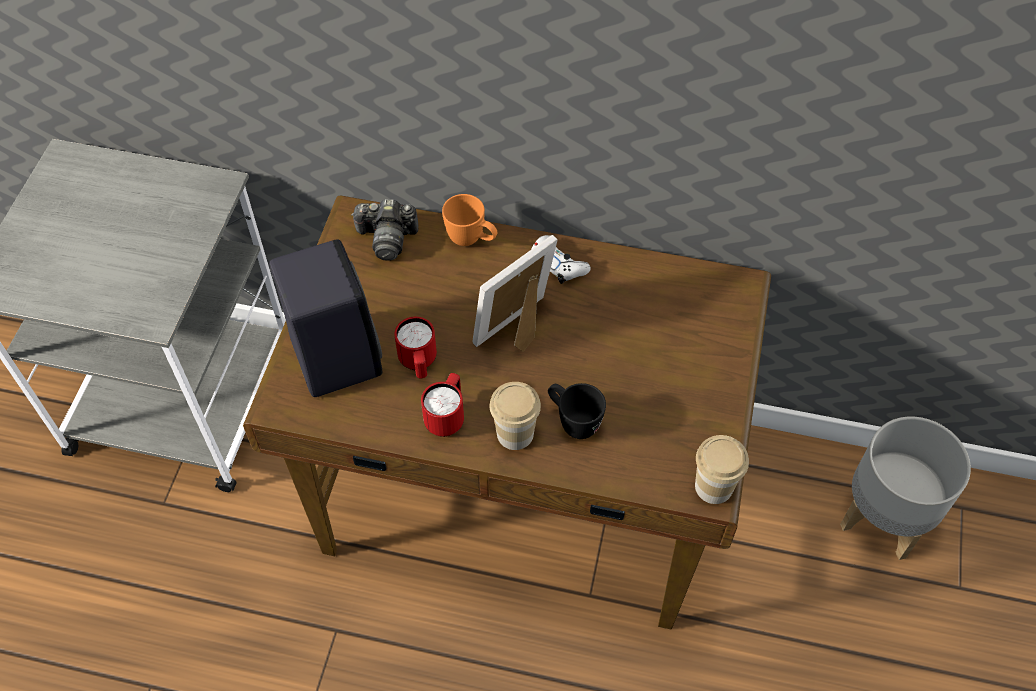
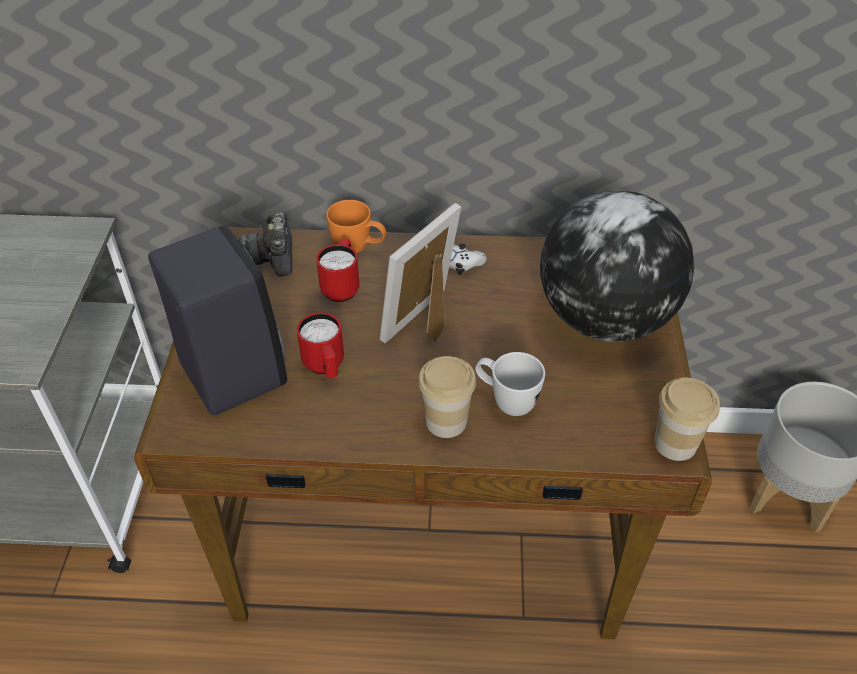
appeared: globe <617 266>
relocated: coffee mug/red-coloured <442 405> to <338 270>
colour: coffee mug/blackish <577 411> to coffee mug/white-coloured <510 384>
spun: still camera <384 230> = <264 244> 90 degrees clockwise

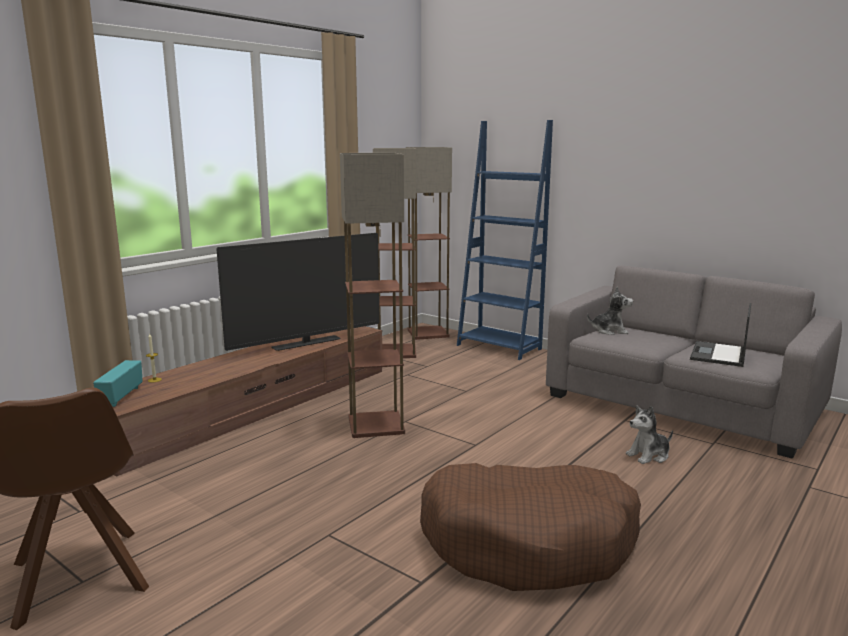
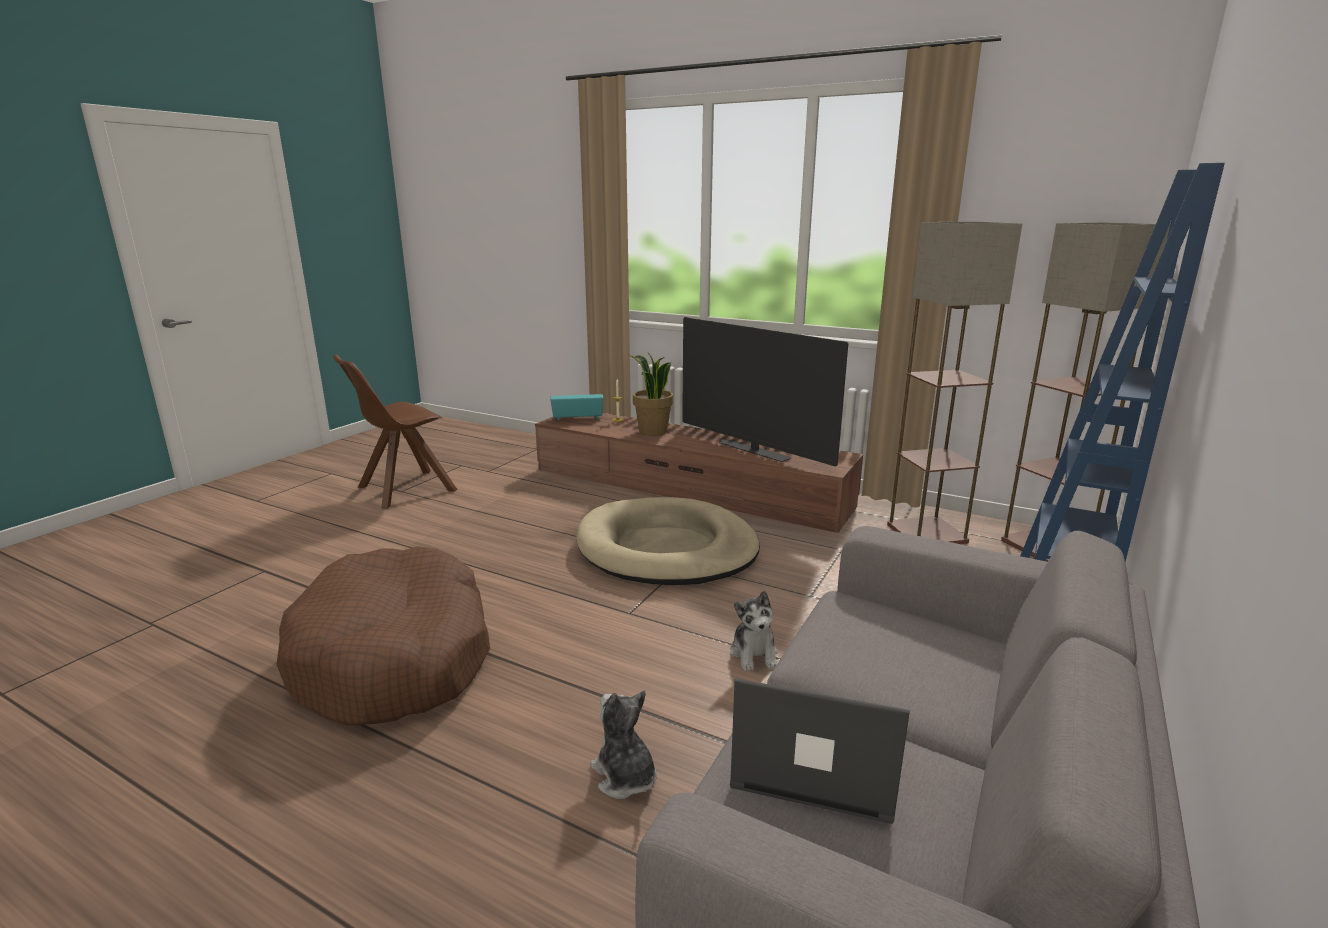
appeared: potted plant <650 394>
relocated: plush toy <610 311> to <754 631>
exchanged: standard lamp <372 295> to pet bed/beige <668 541>

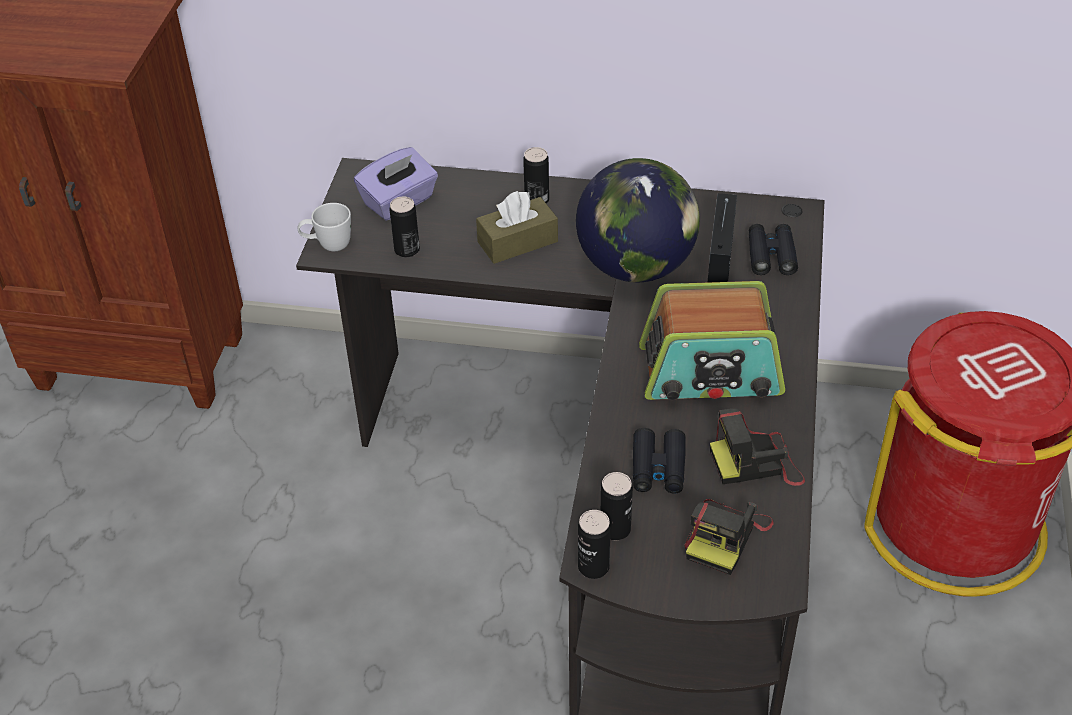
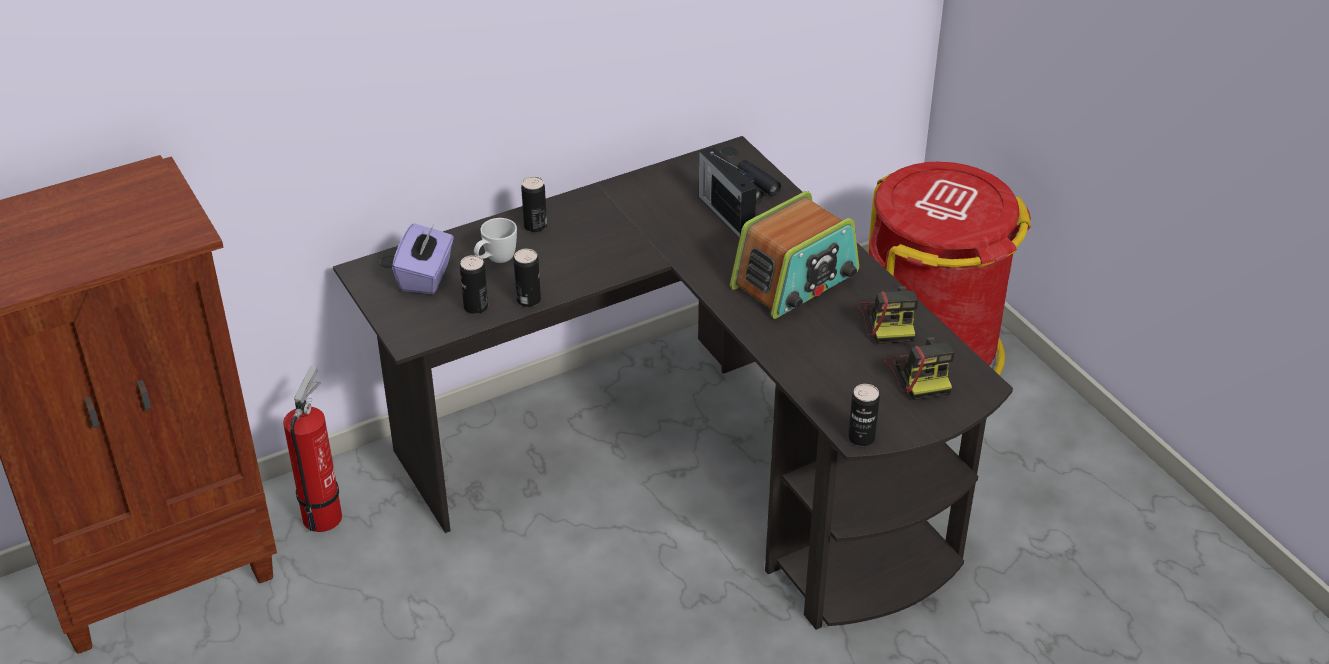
missing: globe <638 220>; tissue box/brown <517 227>; binoculars/blackish <659 461>
appeared: extinguisher <312 449>
relocated: coffee mug/white-coloured <324 227> to <495 240>; can <616 506> to <527 278>
spun: still camera <757 447> = <887 315> 45 degrees counterclockwise

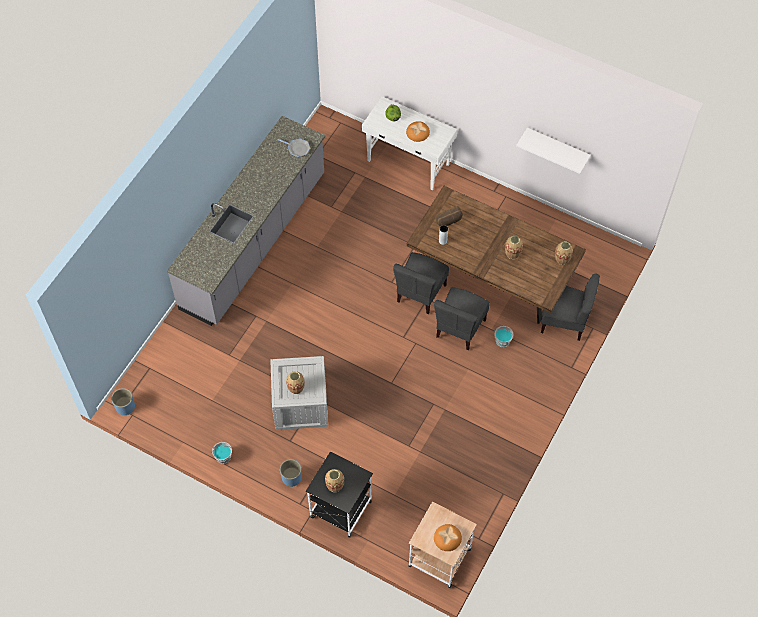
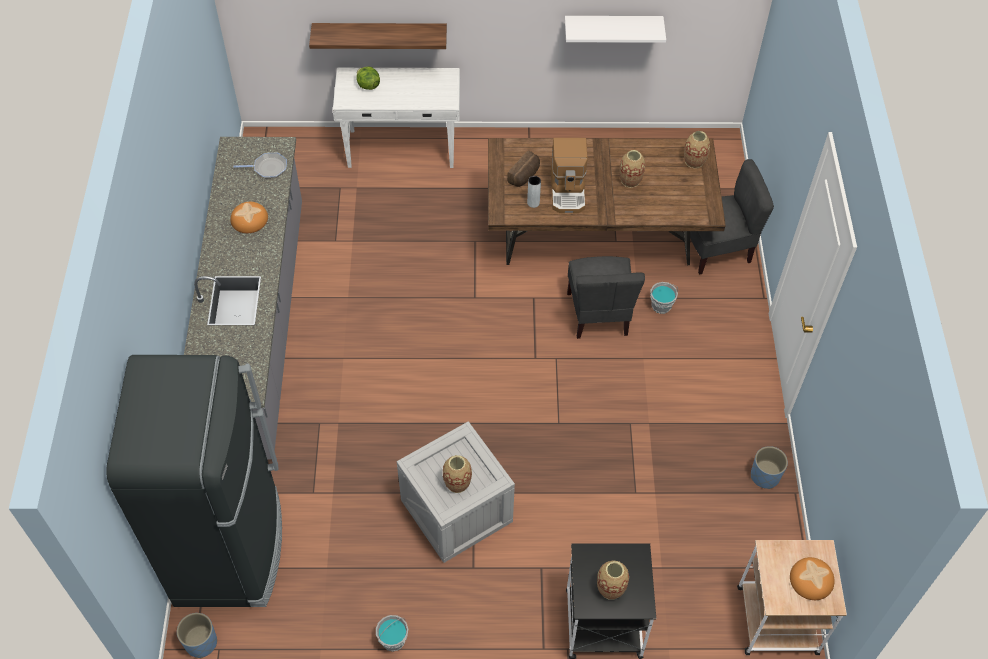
missing: chair/greyish <421 283>
appeared: wall shelf <378 36>; coffee machine <569 175>; refrigerator/blackish <194 481>
relocated: baked bread <418 131> to <249 217>; planter/blue <291 473> to <769 467>

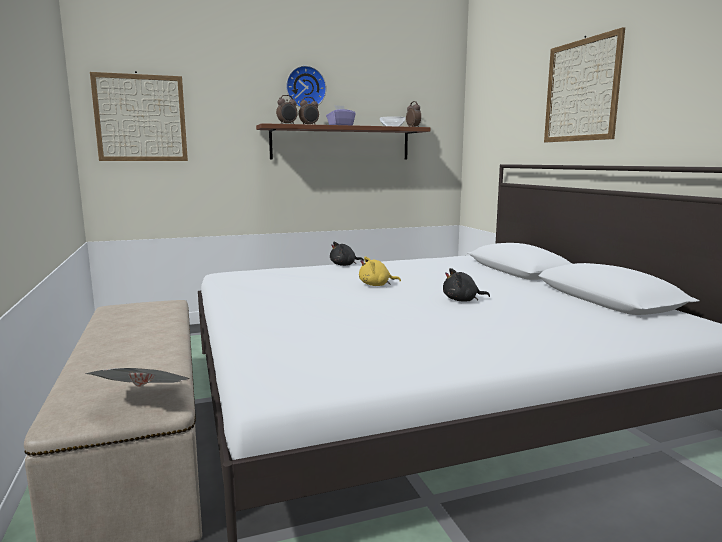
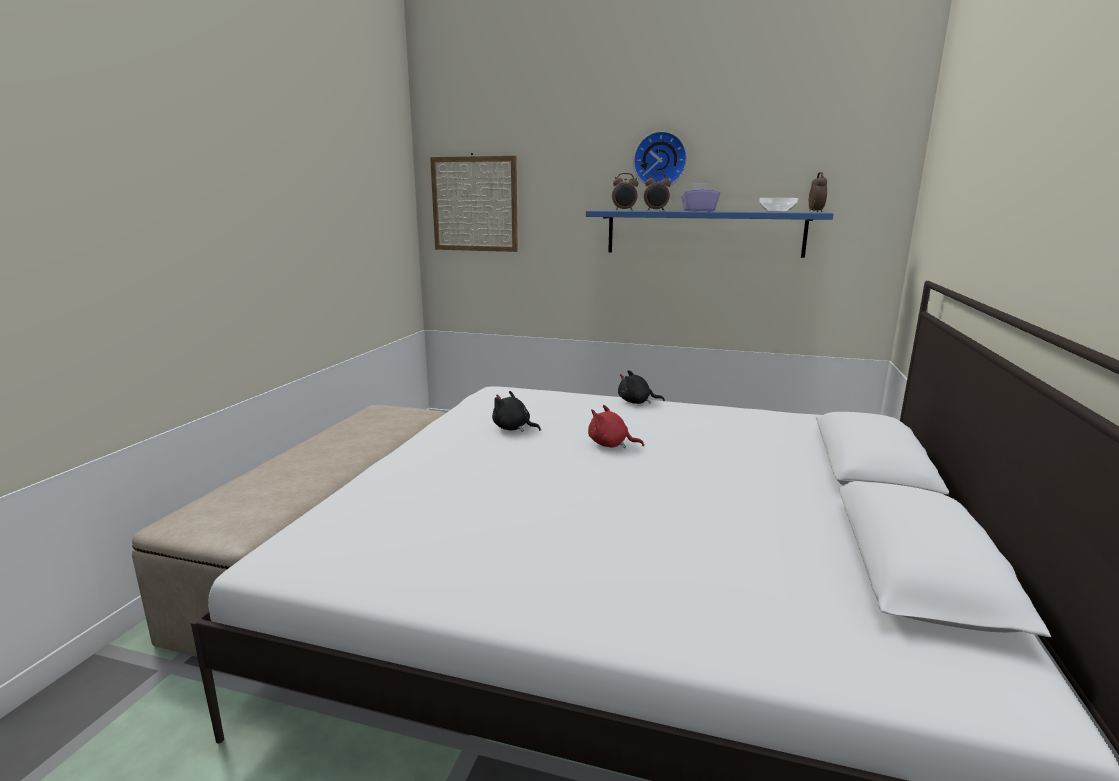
missing: picture <584 84>; printed paper <136 377>
relocated: plush toy/blackish <466 285> to <516 411>
colour: wall shelf/brown <343 141> to wall shelf/blue <710 234>; plush toy/yellow <380 271> to plush toy/red-coloured <616 426>

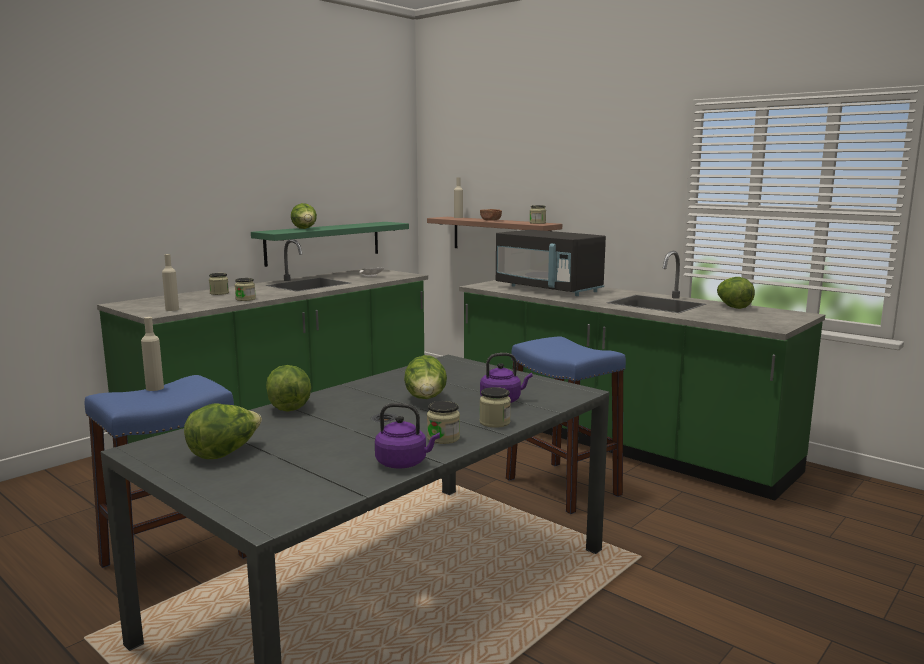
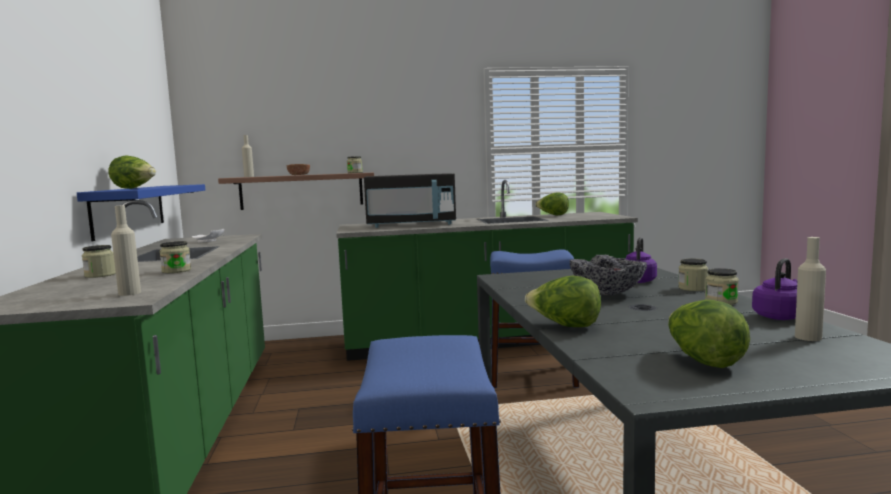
relocated: beverage bottle/beige <152 354> to <810 289>
exchanged: head of lettuce <425 377> to serving bowl <608 275>
colour: wall shelf/green-coloured <330 244> to wall shelf/blue <141 212>

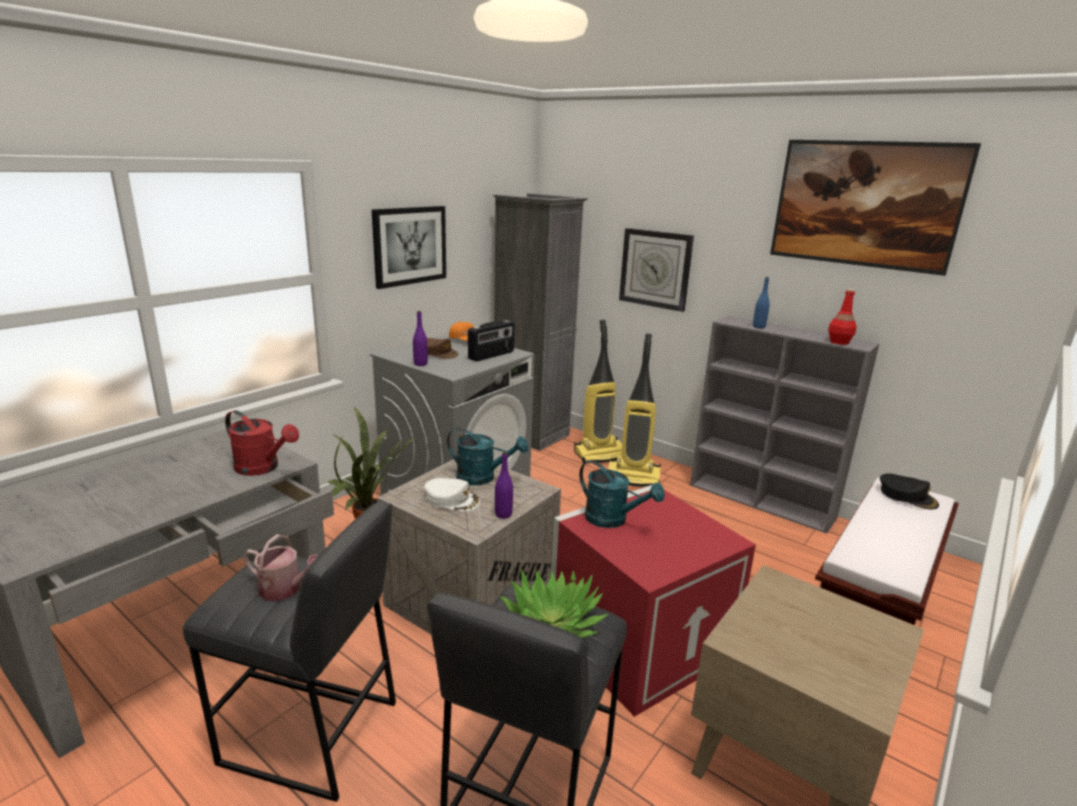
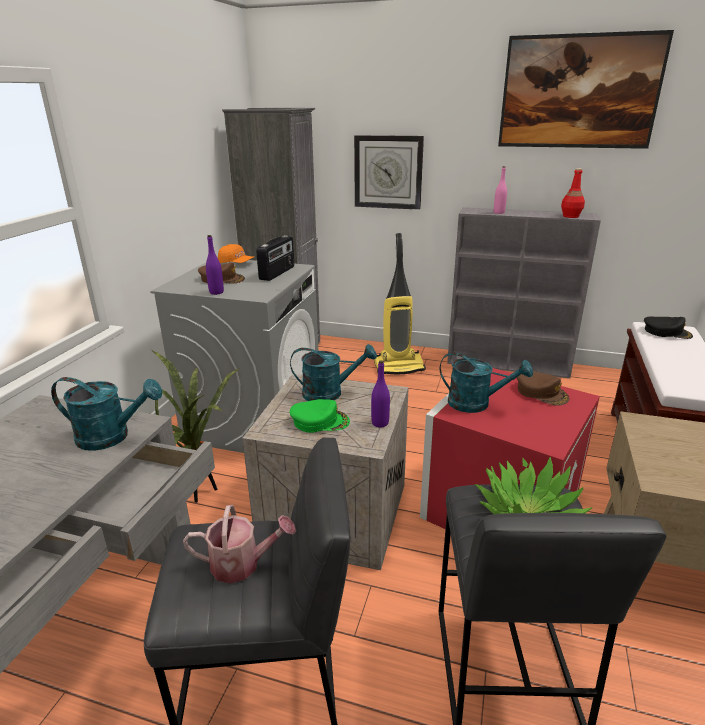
missing: picture <409 247>; hoover <598 391>
appeared: baseball cap/brown <543 388>
colour: beverage bottle/blue <761 303> to beverage bottle/pink-coloured <500 190>; sprinkling can/red-coloured <262 443> to sprinkling can/blue-green <106 414>; baseball cap/white-coloured <452 494> to baseball cap/green-coloured <320 416>

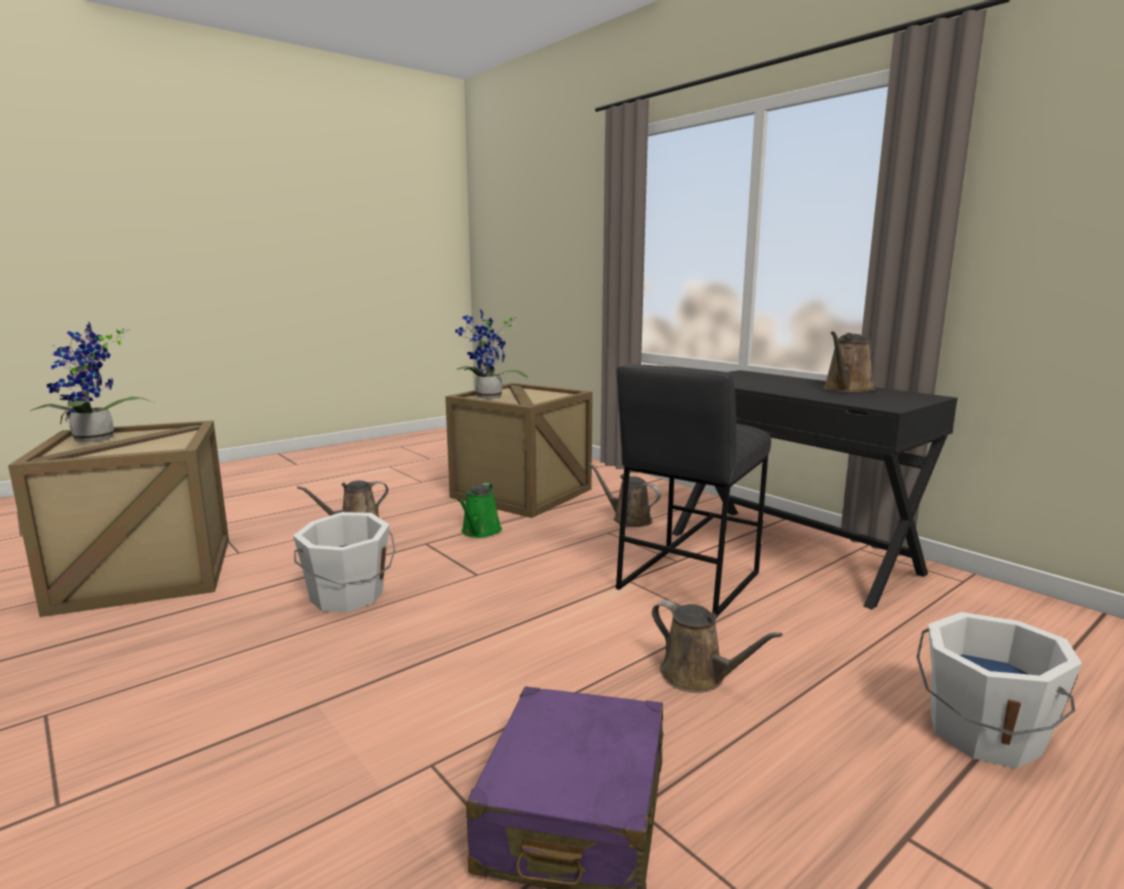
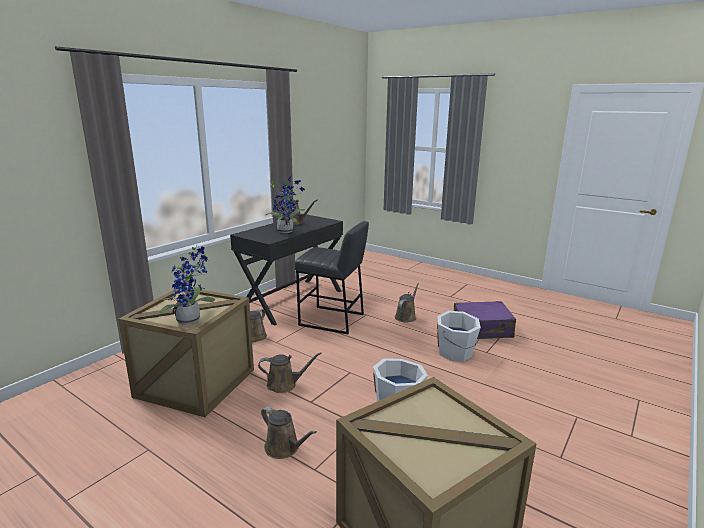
relocated: potted plant <93 382> to <285 205>; water bucket/white-coloured <999 690> to <459 336>
colour: sprinkling can/green-coloured <479 510> to sprinkling can/brown <290 372>

